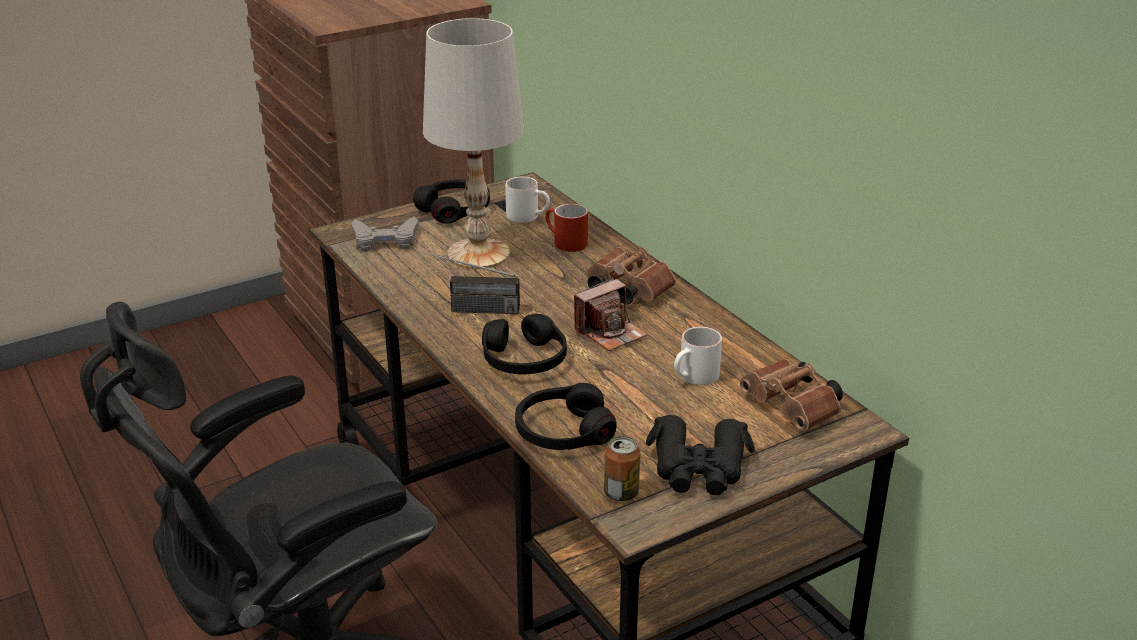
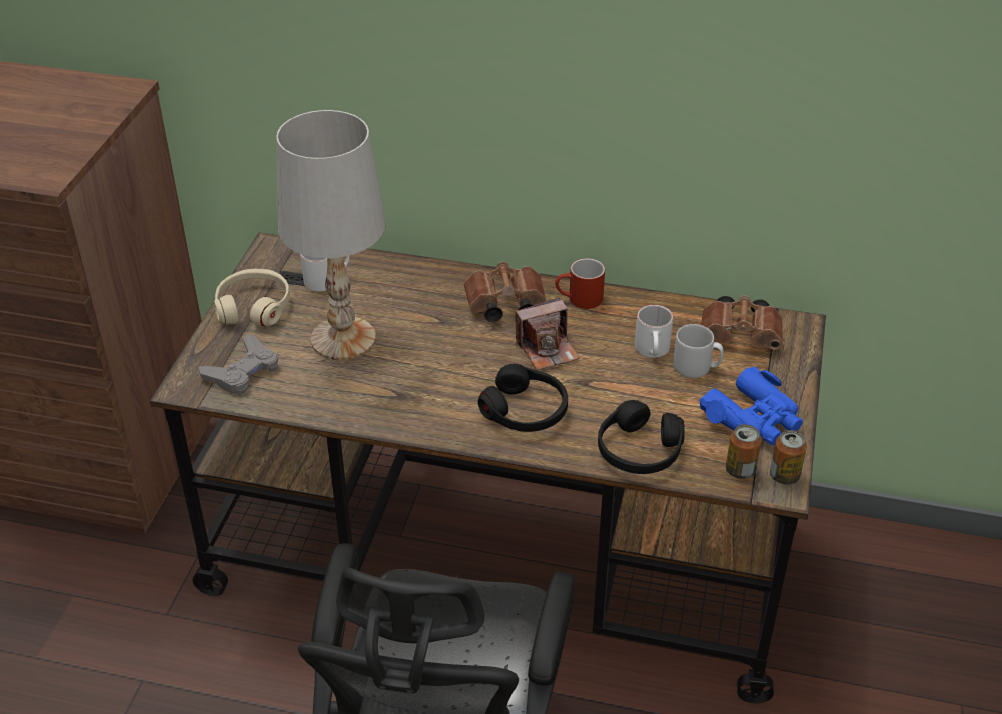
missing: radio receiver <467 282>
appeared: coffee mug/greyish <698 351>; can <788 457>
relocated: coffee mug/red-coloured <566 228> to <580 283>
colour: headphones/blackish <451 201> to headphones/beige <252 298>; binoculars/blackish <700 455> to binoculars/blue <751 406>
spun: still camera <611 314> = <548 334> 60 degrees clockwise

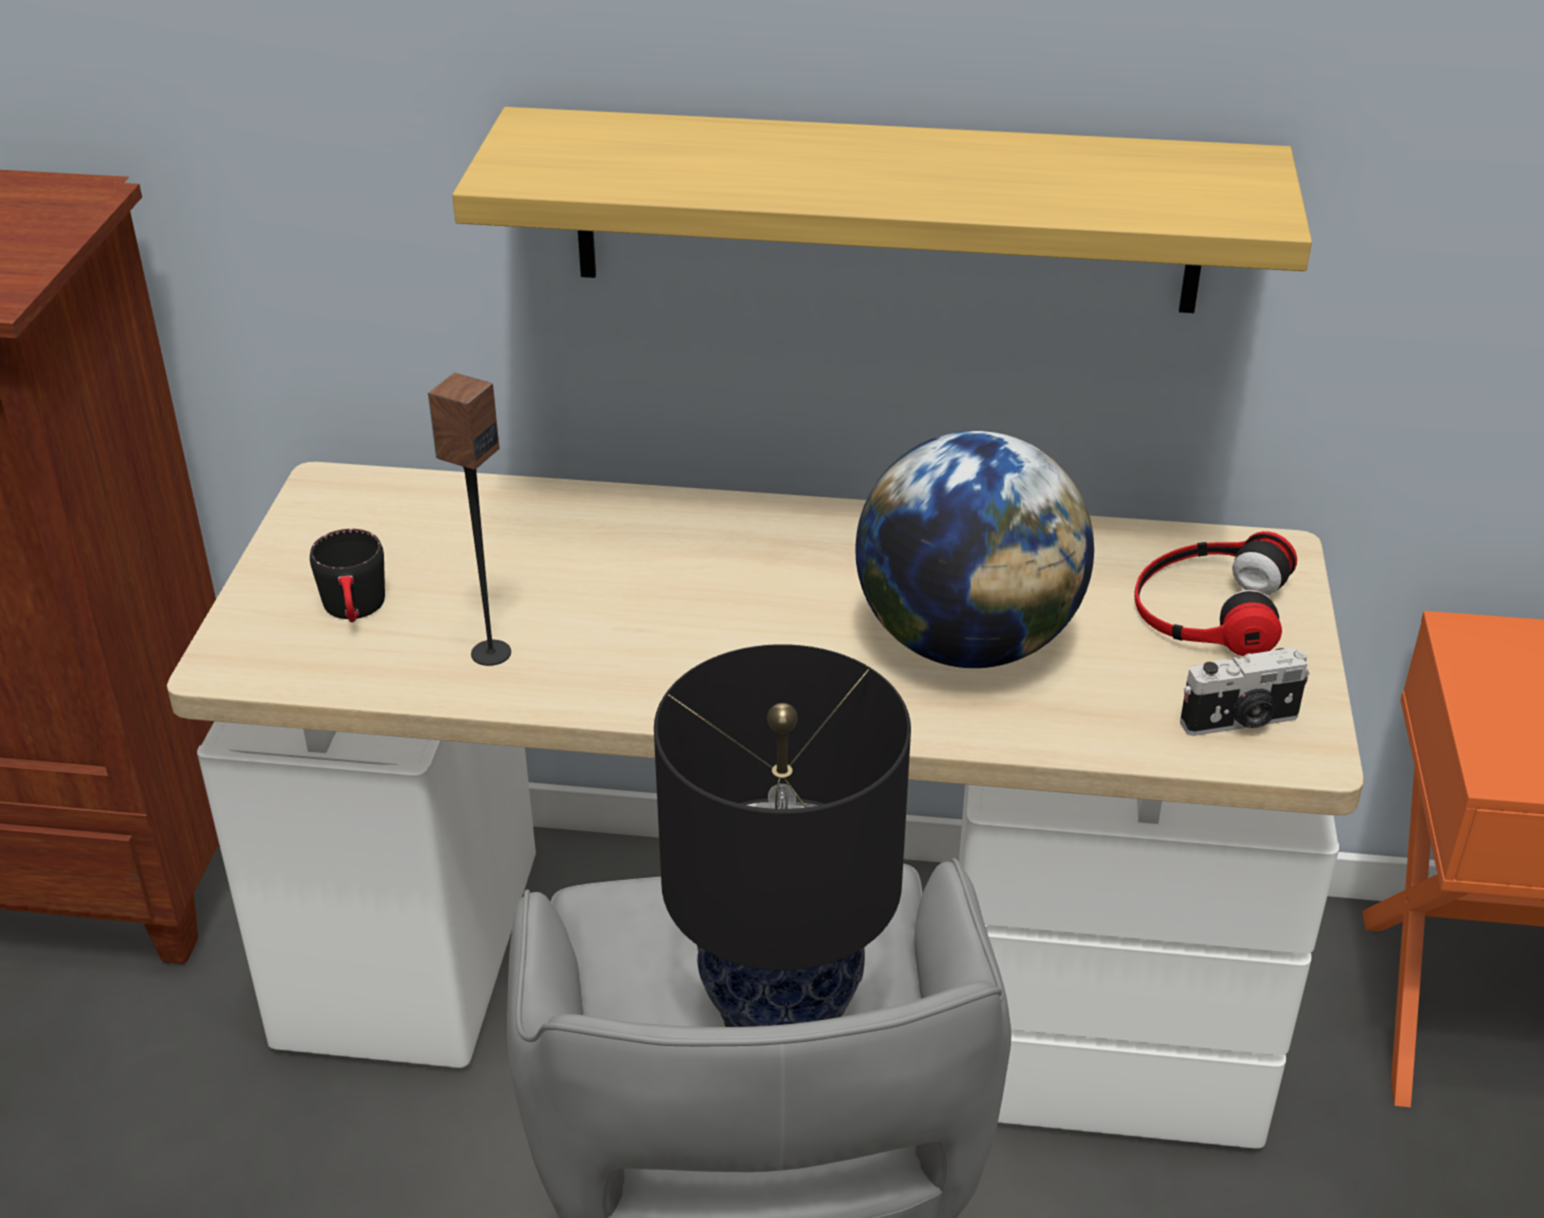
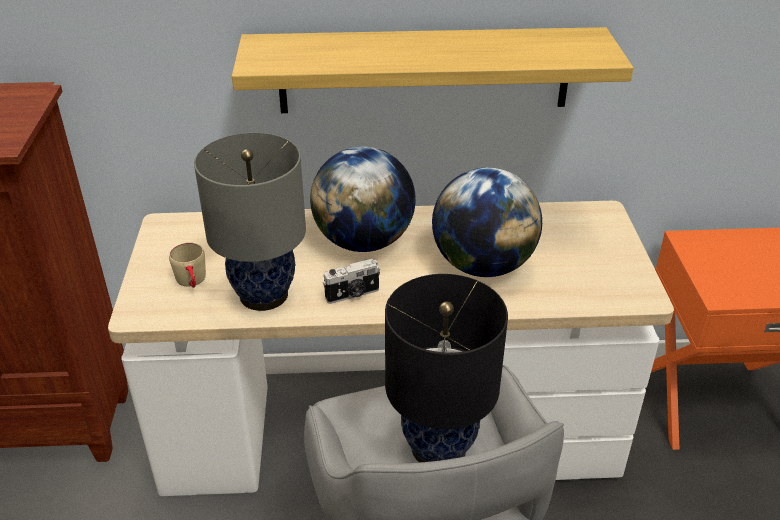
missing: headphones <1215 593>
appeared: globe <363 199>
relocated: still camera <1245 691> to <351 281>
exchanged: speaker <469 519> to table lamp/greyish <250 222>
colour: coffee mug/blackish <347 575> to coffee mug/beige <187 265>

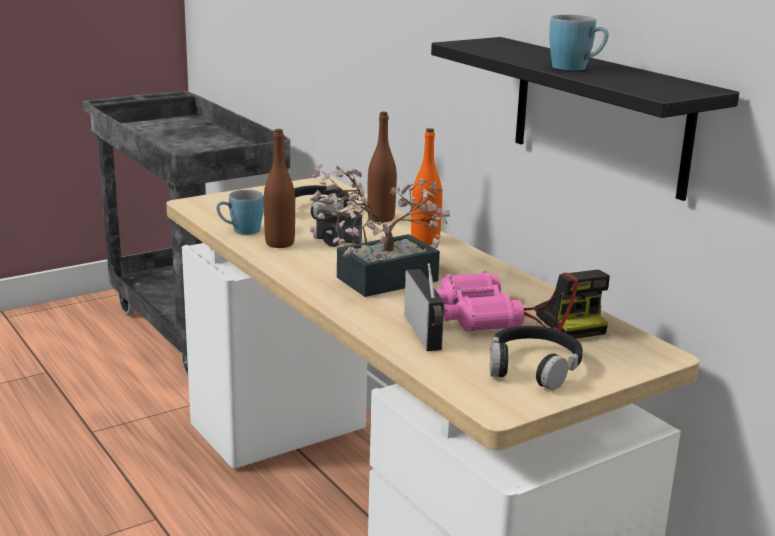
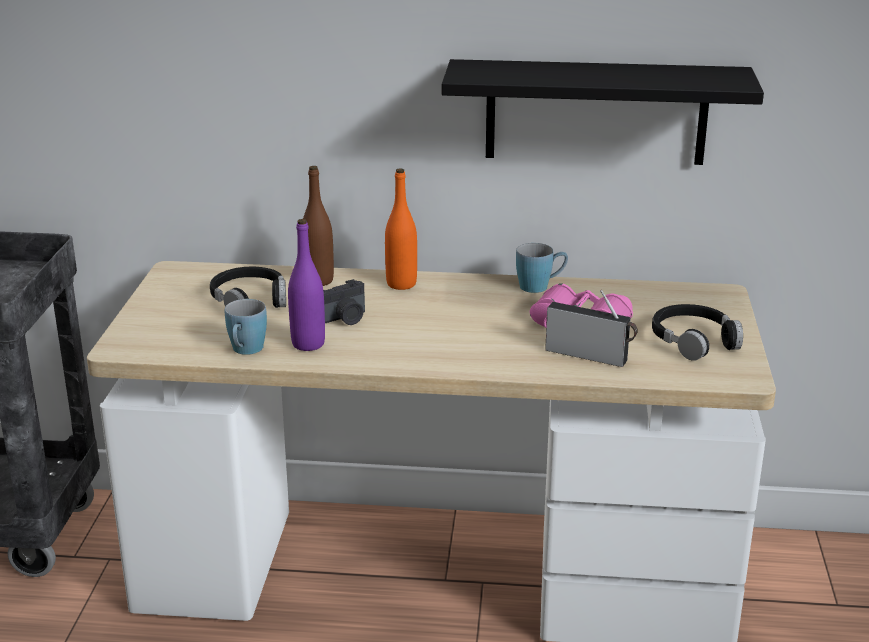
missing: potted plant <380 230>; still camera <566 304>
relocated: coffee mug/blue <579 43> to <542 268>
colour: beverage bottle/brown <279 188> to beverage bottle/purple-coloured <306 285>

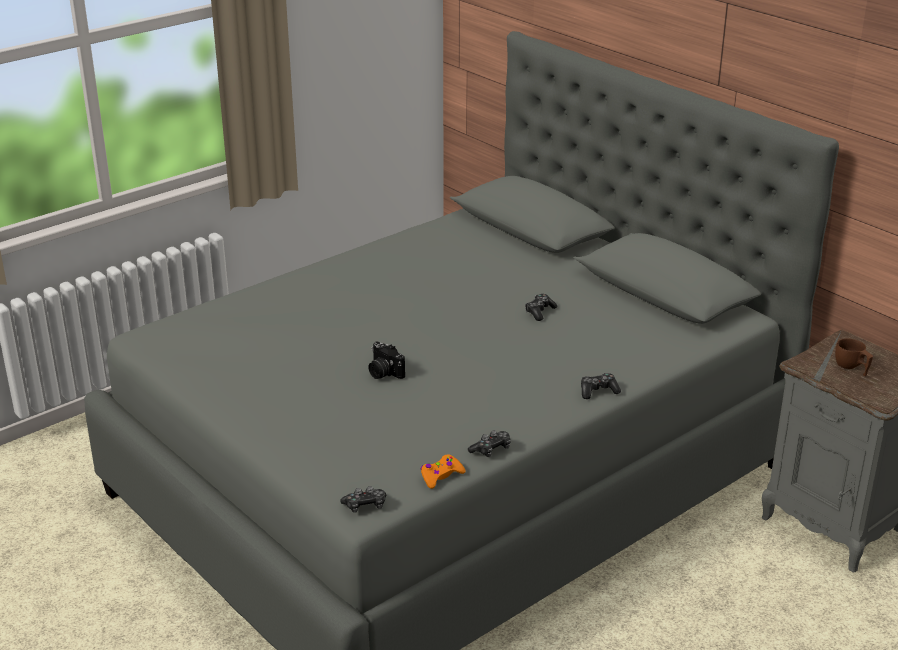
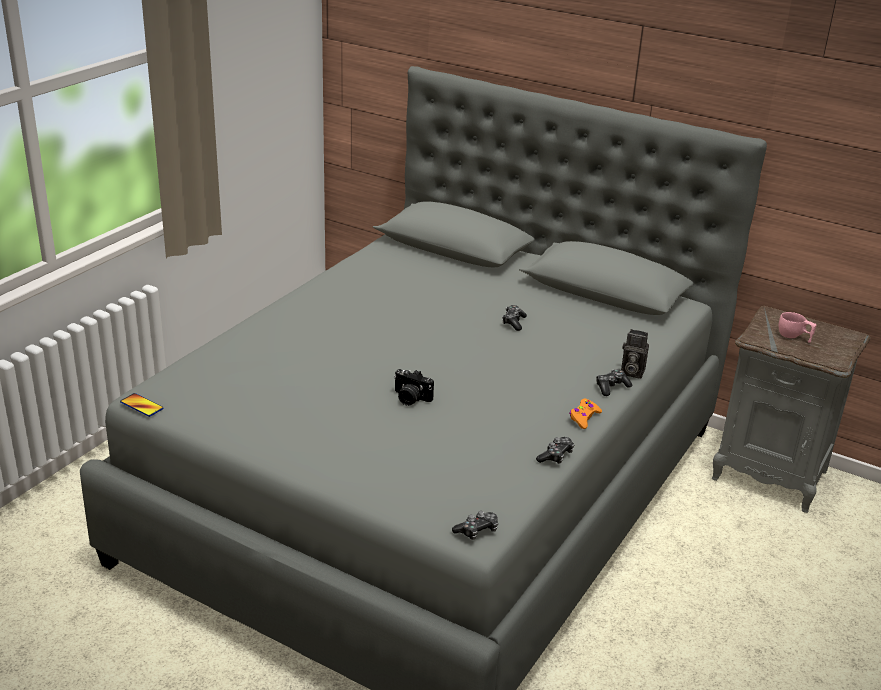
appeared: still camera <635 354>; handset <142 405>
relocated: gamepad/orange <443 471> to <585 414>
colour: small cup/brown <854 357> to small cup/pink-coloured <797 327>

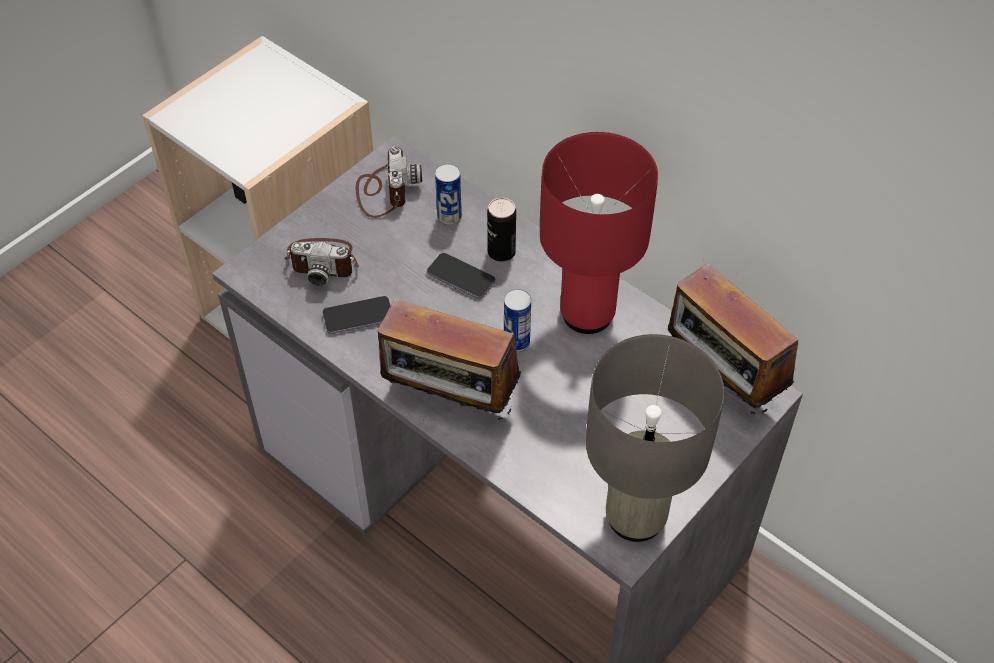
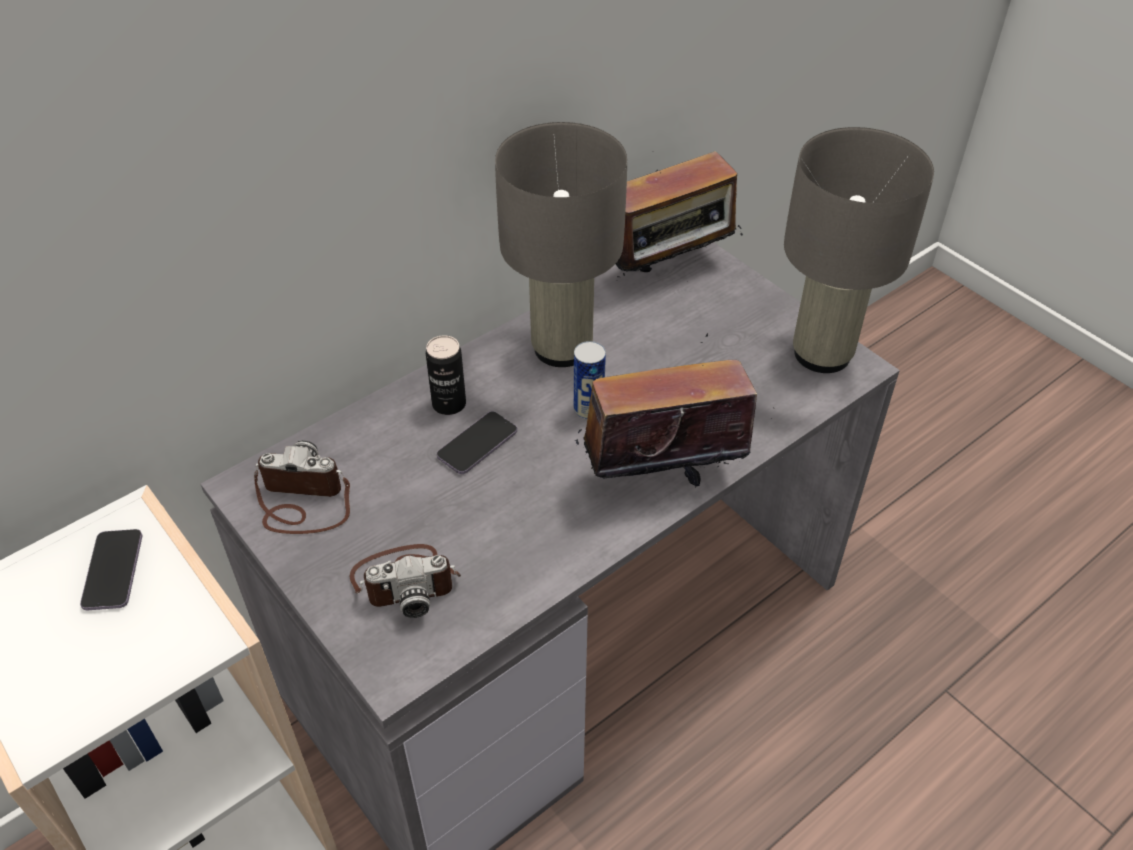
missing: can <448 195>
relocated: handset <356 315> to <111 569>
colour: table lamp/red-coloured <599 233> to table lamp/greyish <561 244>
spun: still camera <321 262> = <405 581> 60 degrees clockwise; radio receiver <449 358> = <673 410> 135 degrees counterclockwise

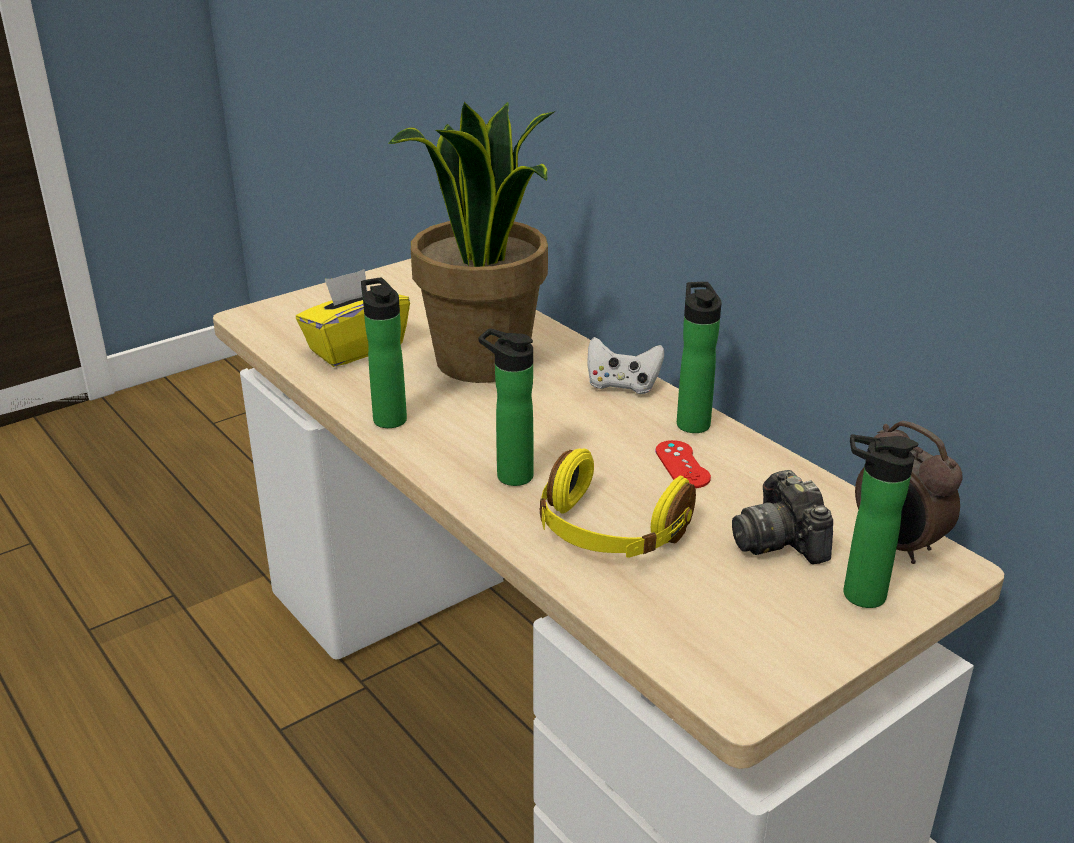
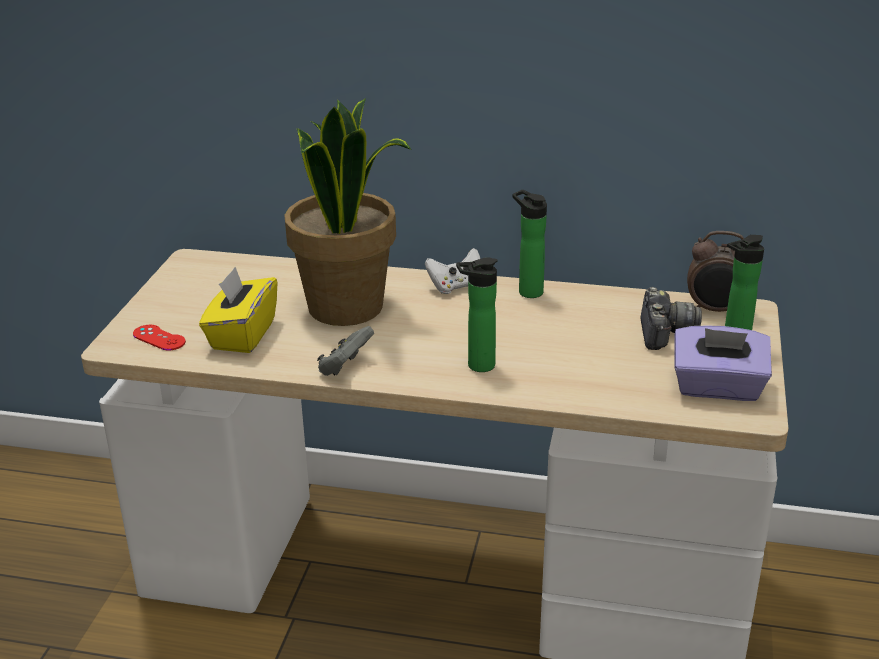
missing: headphones/yellow <618 503>
appeared: tissue box/purple-coloured <723 363>
relocated: gamepad/red-coloured <683 464> to <159 338>
exchanged: beverage bottle <384 353> to gamepad/greyish <345 351>
spun: still camera <782 517> = <671 318> 120 degrees counterclockwise

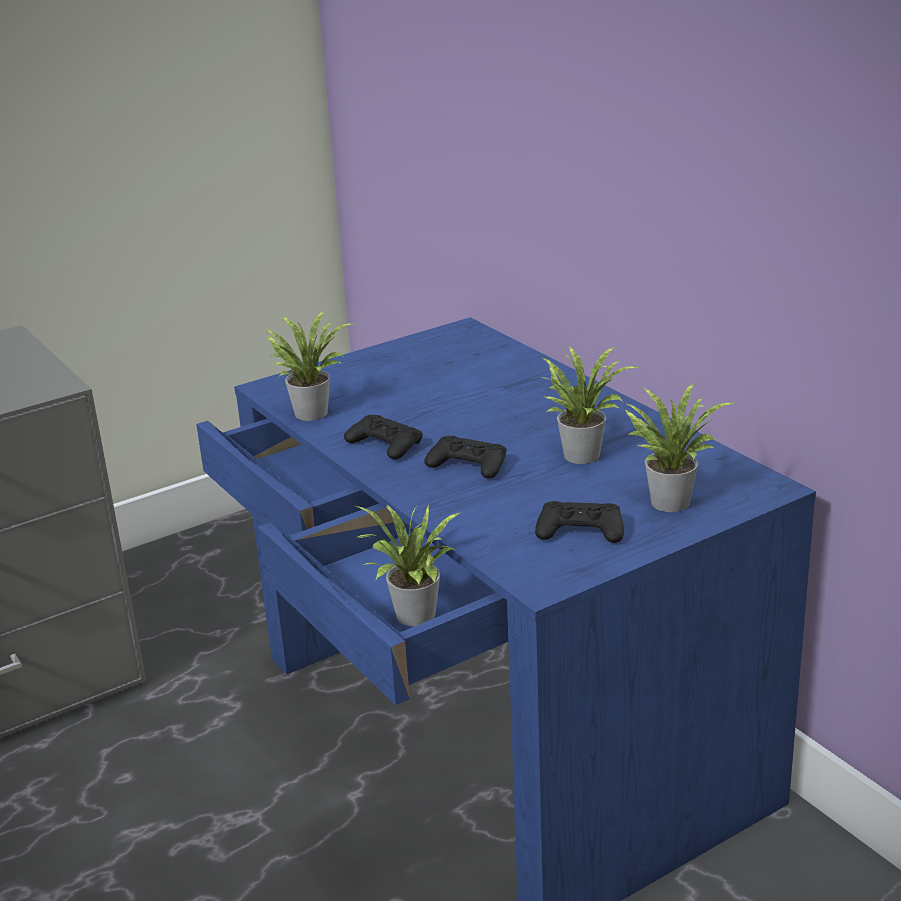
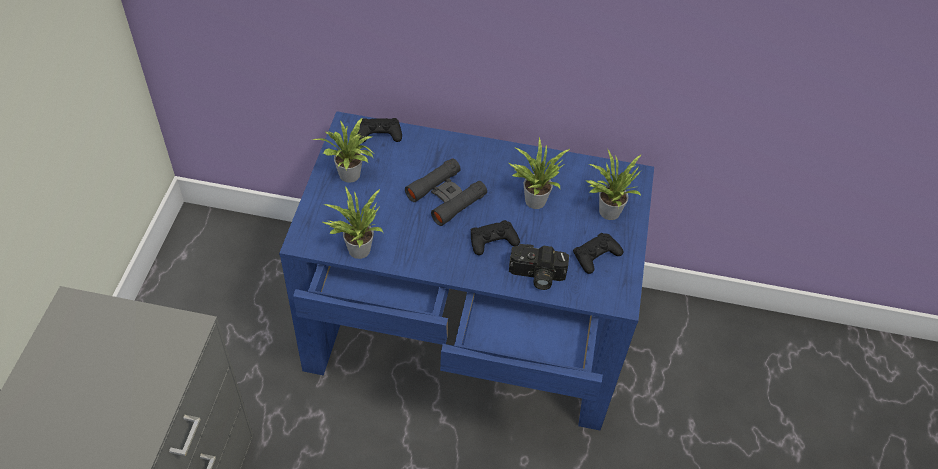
appeared: binoculars/blackish <446 192>; still camera <539 267>
relocated: gamepad/blackish <383 437> to <379 130>; potted plant <409 565> to <343 150>

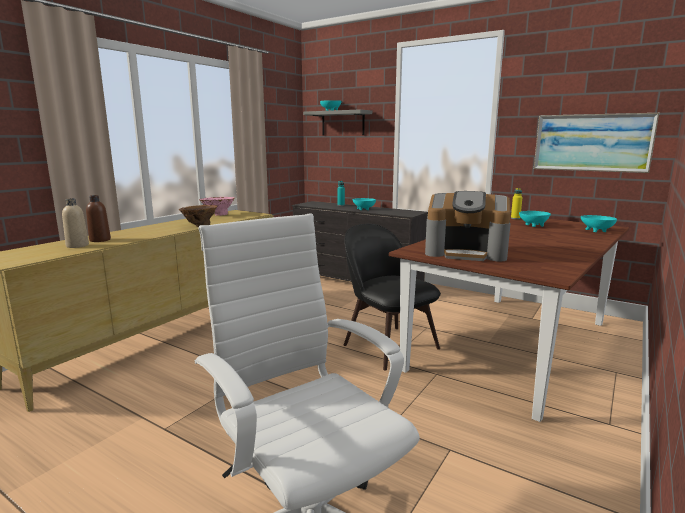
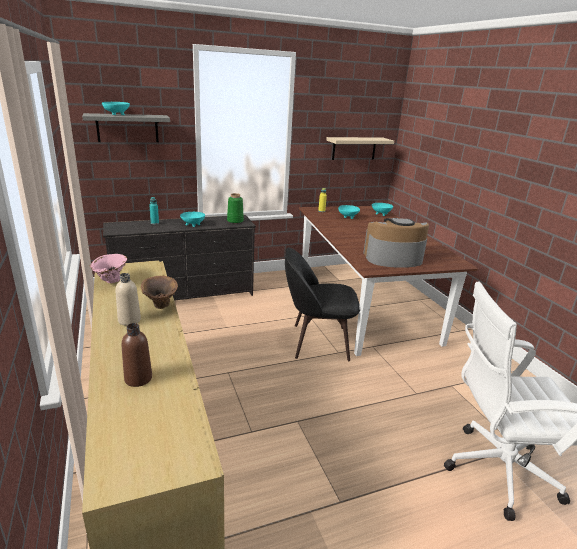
appeared: vase/green-coloured <235 208>
relocated: beverage bottle/beige <75 223> to <128 299>
exchanged: picture <596 143> to wall shelf/beige <360 148>
spun: coffee machine <468 226> = <396 243> 150 degrees counterclockwise

